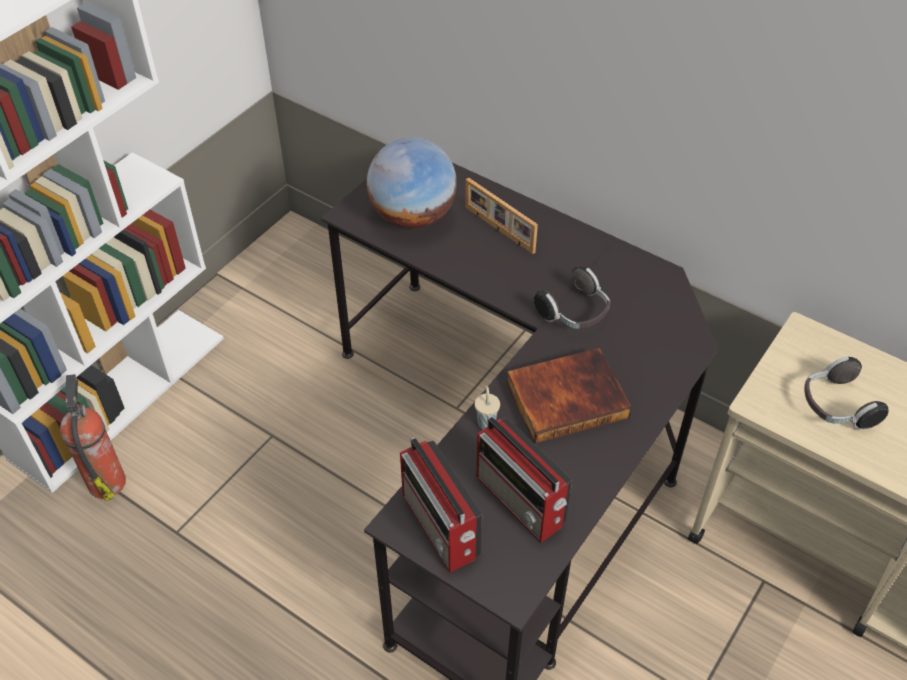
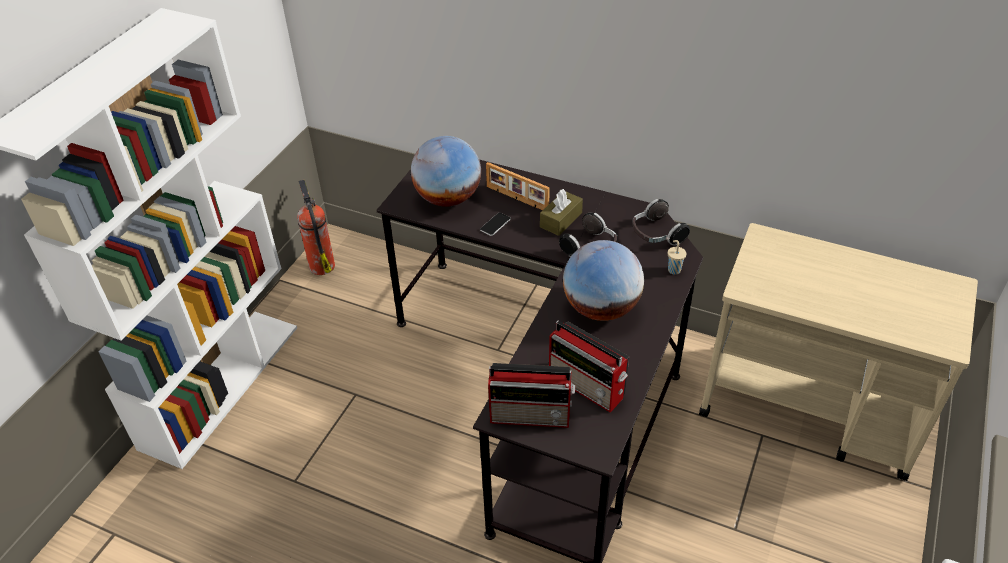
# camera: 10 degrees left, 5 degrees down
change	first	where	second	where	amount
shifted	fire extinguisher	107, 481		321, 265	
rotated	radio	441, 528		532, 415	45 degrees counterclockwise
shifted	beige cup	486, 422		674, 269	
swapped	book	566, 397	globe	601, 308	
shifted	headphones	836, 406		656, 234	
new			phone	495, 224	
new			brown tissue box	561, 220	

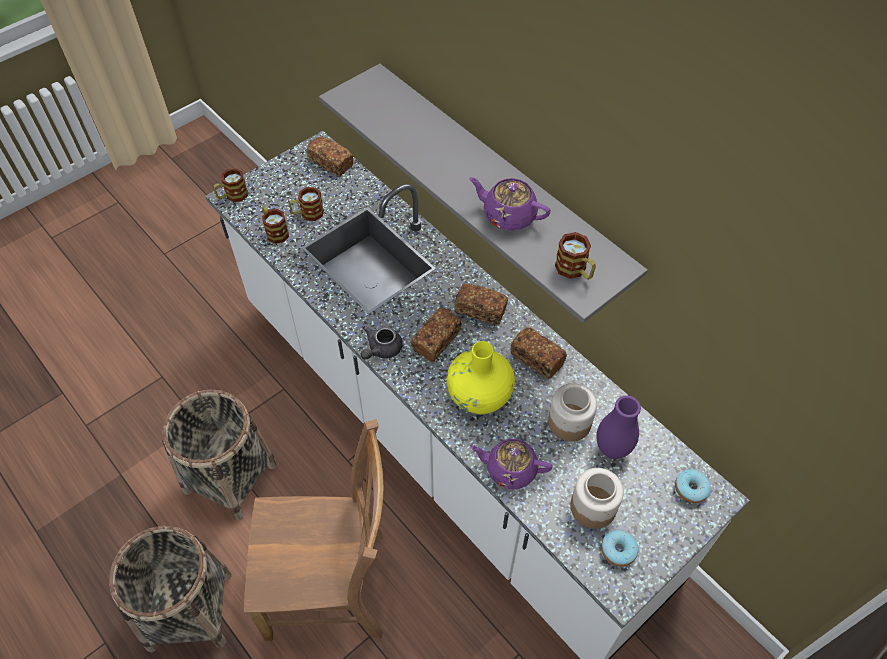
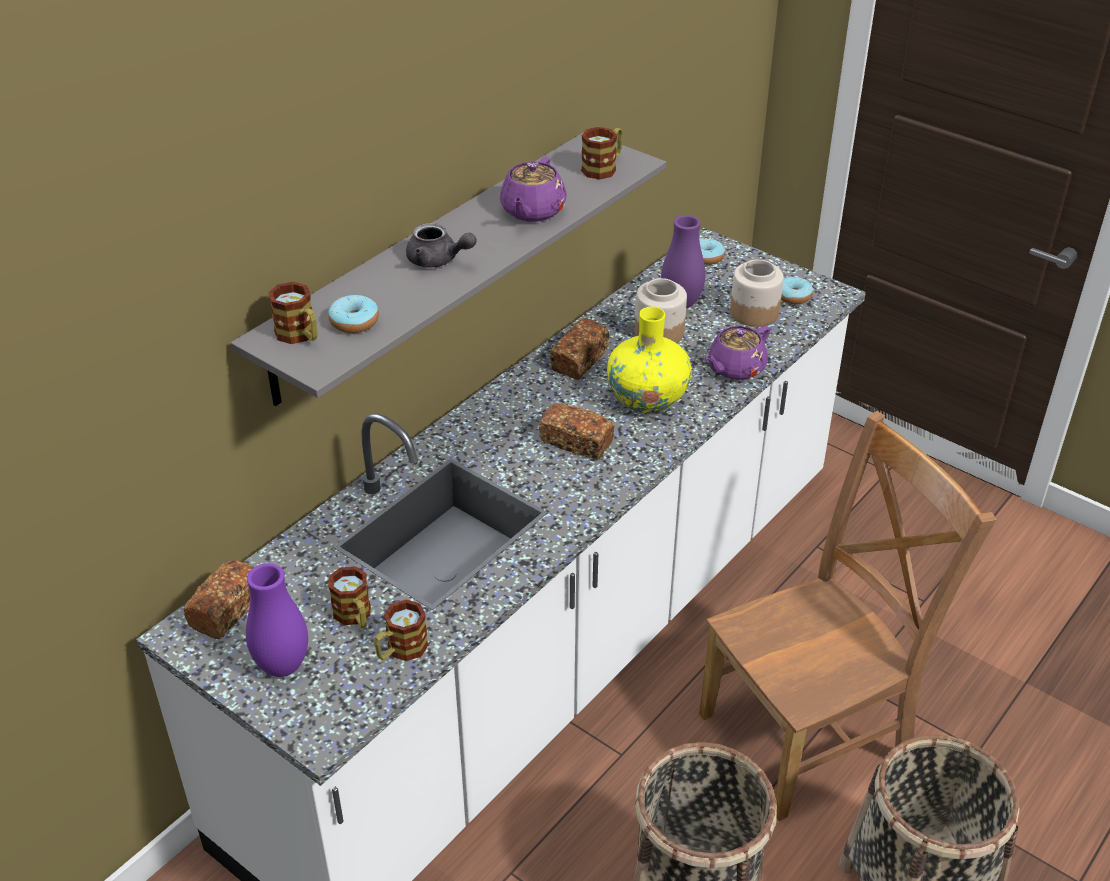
# camera: 100 degrees left, 15 degrees down
change	first	where	second	where	amount
shifted	mug	232, 196		300, 336	
rotated	brown chair	332, 586		811, 733	75 degrees clockwise
shifted	grey teapot	381, 349		438, 260	
gone	bread	481, 310			
rotated	purple teapot	510, 469		735, 368	45 degrees clockwise
new			purple vase	283, 666	
new			donut	354, 322	

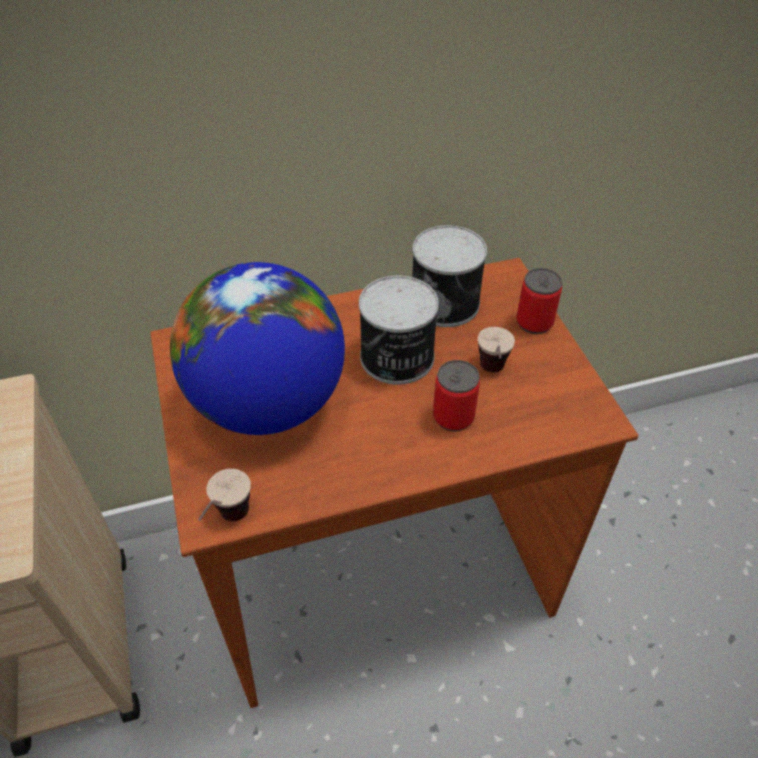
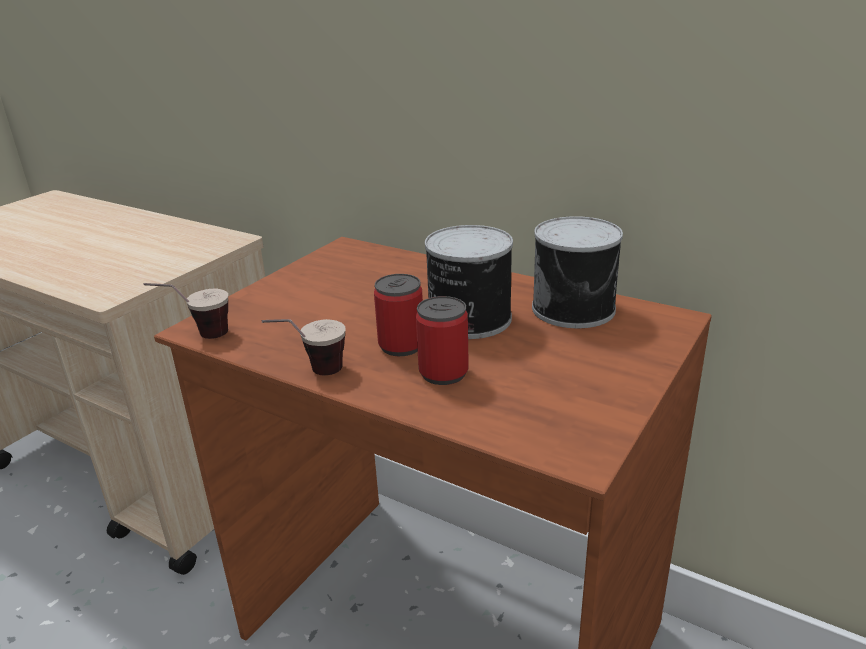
# camera: 50 degrees right, 20 degrees down
change	first	where	second	where	amount
gone	globe	268, 403			
shifted	cup	492, 375		311, 375	
shifted	can	534, 322		401, 346	

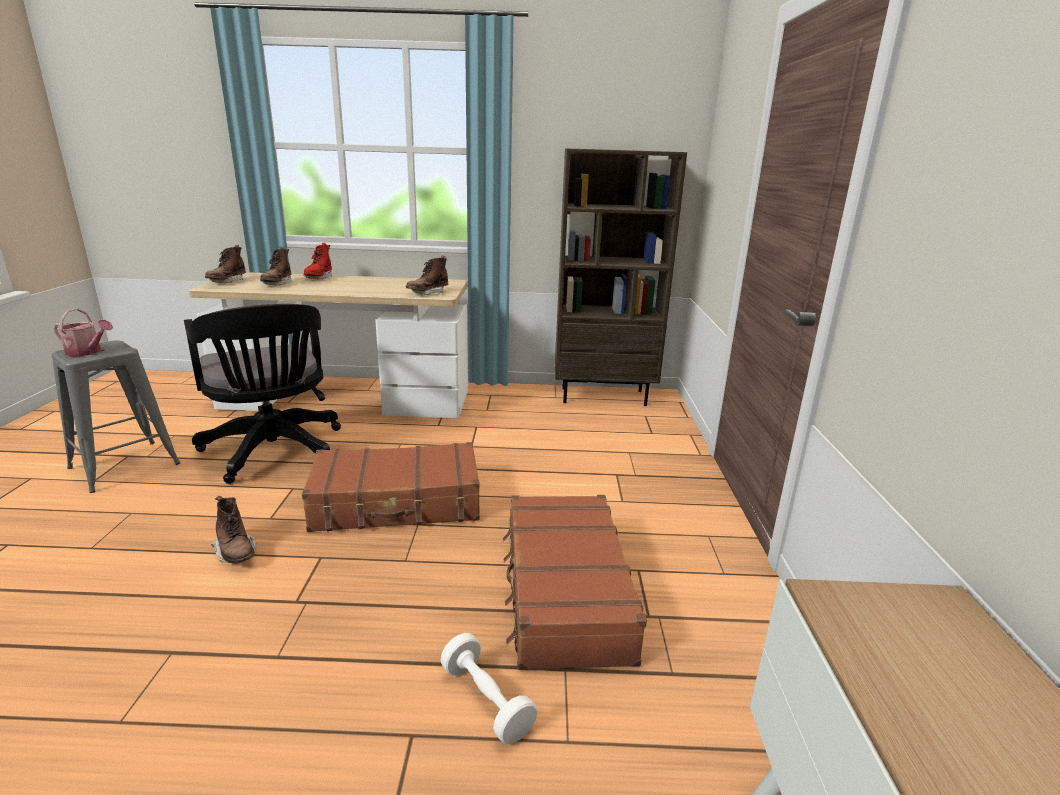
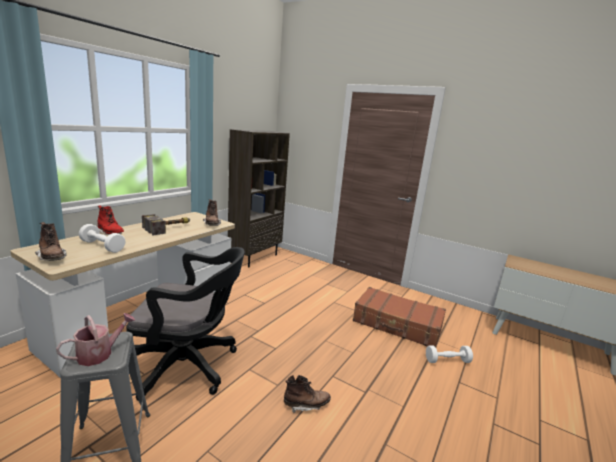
# camera: 60 degrees left, 5 degrees down
change	first	where	second	where	amount
swapped	brown boot	277, 284	white dumbbell	102, 246	
gone	brown suitcase	397, 503			
new			hammer	169, 228	

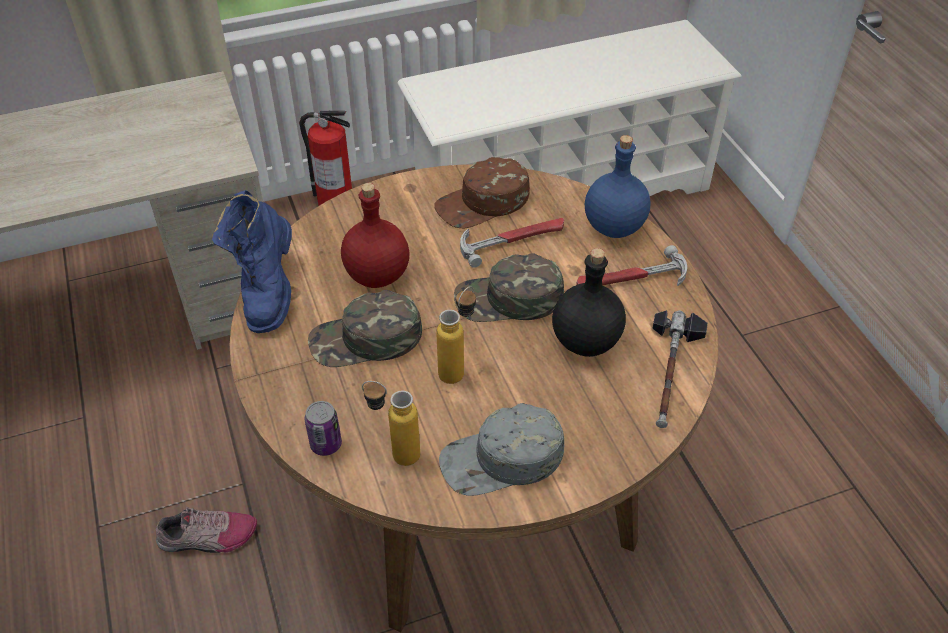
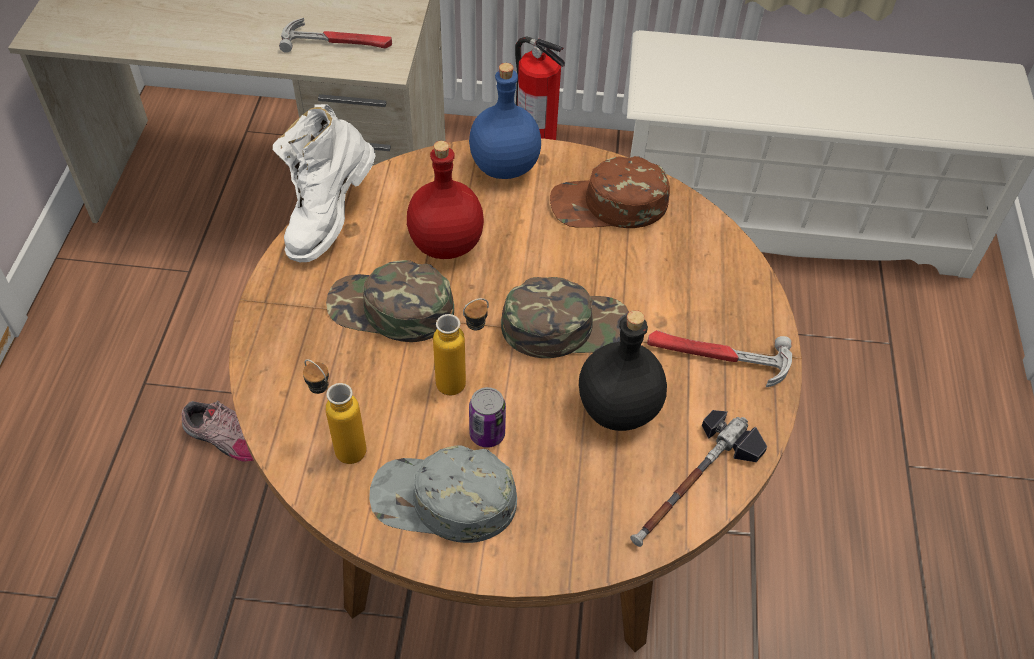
# camera: 25 degrees right, 5 degrees up
change	first	where	second	where	amount
repainted	blue boot	268, 292	white boot	329, 219	
shifted	can	326, 444		487, 434	
rotated	green cap	508, 299		565, 325	150 degrees clockwise
shifted	hammer	512, 240		338, 42	
shifted	blue bottle	613, 227		503, 166	

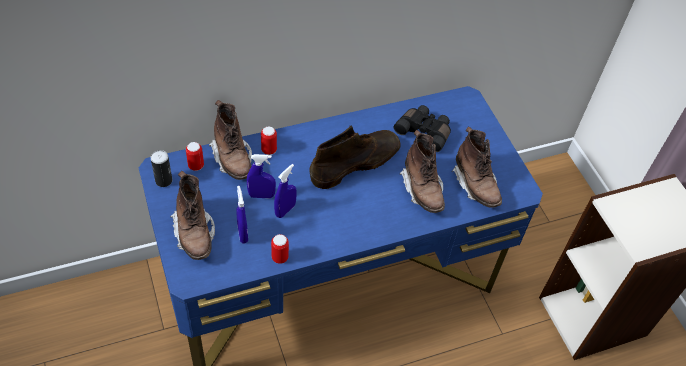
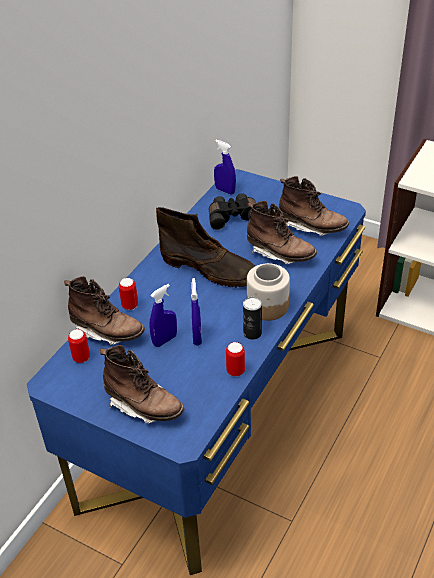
# camera: 35 degrees left, 10 degrees down
change	first	where	second	where	amount
shifted	can	163, 180		252, 333	
shifted	blue spray bottle	242, 233		225, 191	
rotated	brown boot	355, 163		210, 269	105 degrees clockwise
new			jar	267, 306	

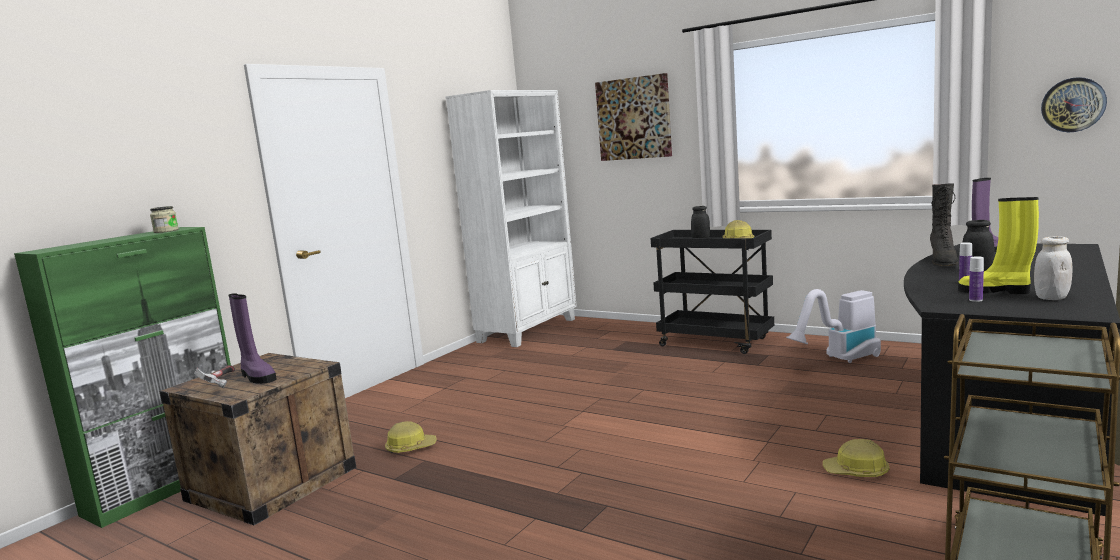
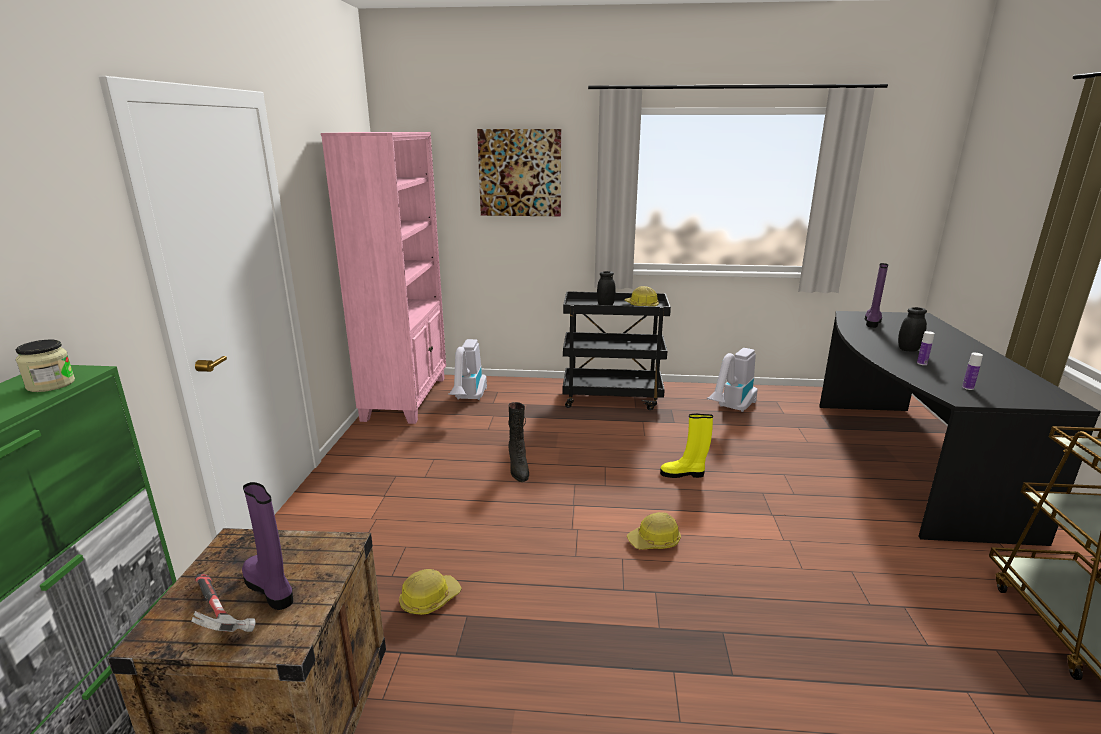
# camera: 30 degrees left, 10 degrees up
change	first	where	second	where	amount
rotated	purple boot	257, 377		270, 588	150 degrees counterclockwise
repainted	white bookcase	529, 330	pink bookcase	406, 398	
shifted	hard hat	856, 472		654, 541	
shifted	black boot	943, 261		518, 469	
shifted	yellow boot	995, 291		683, 474	
gone	white jar	1051, 298			
gone	wall clock	1073, 105			
new			vacuum cleaner	468, 400	

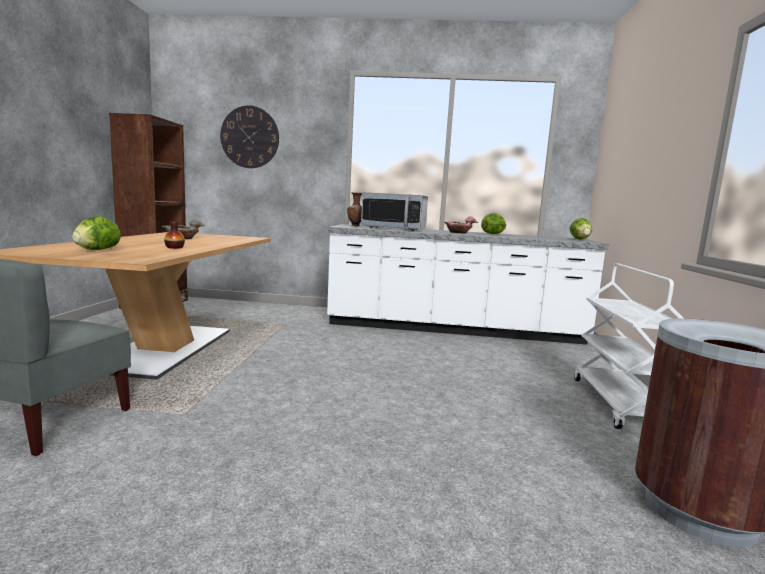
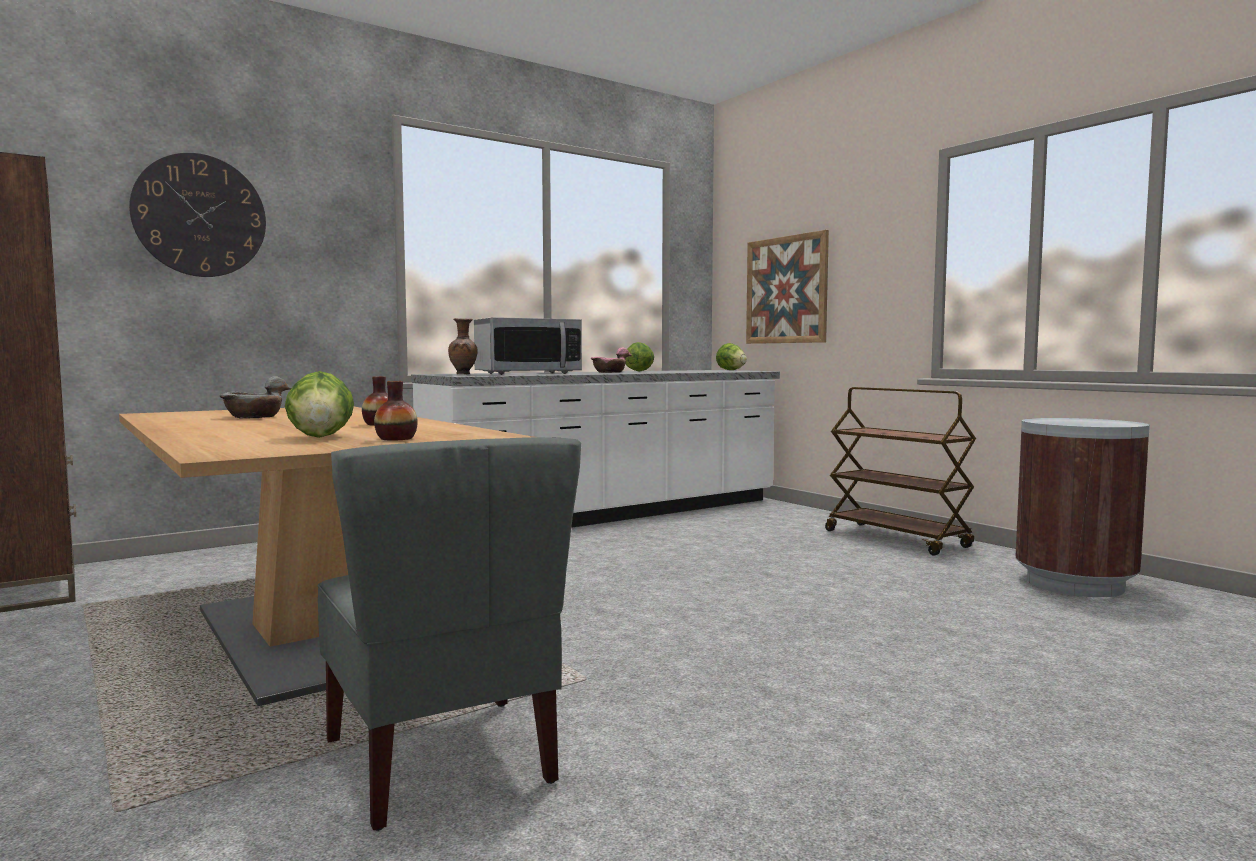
# camera: 40 degrees left, 5 degrees down
change	first	where	second	where	amount
repainted	white cart	619, 404	brown cart	897, 539	
new			vase	396, 439	
new			picture	786, 290	

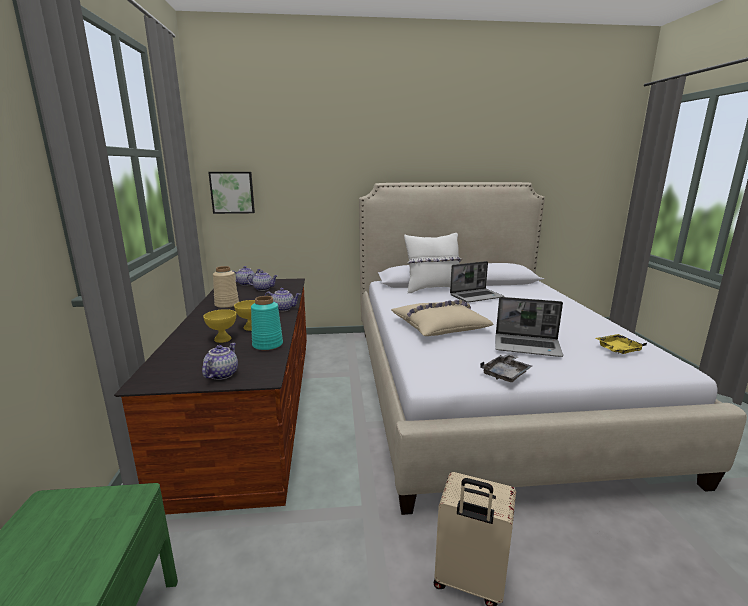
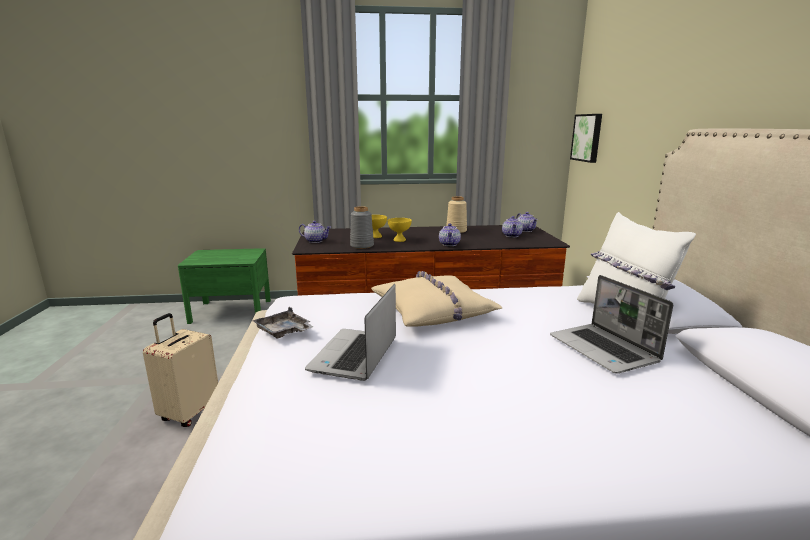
# camera: 90 degrees right, 0 degrees up
change	first	where	second	where	amount
repainted	turquoise vase	268, 345	grey vase	362, 246	
gone	yellow tray	617, 350			

